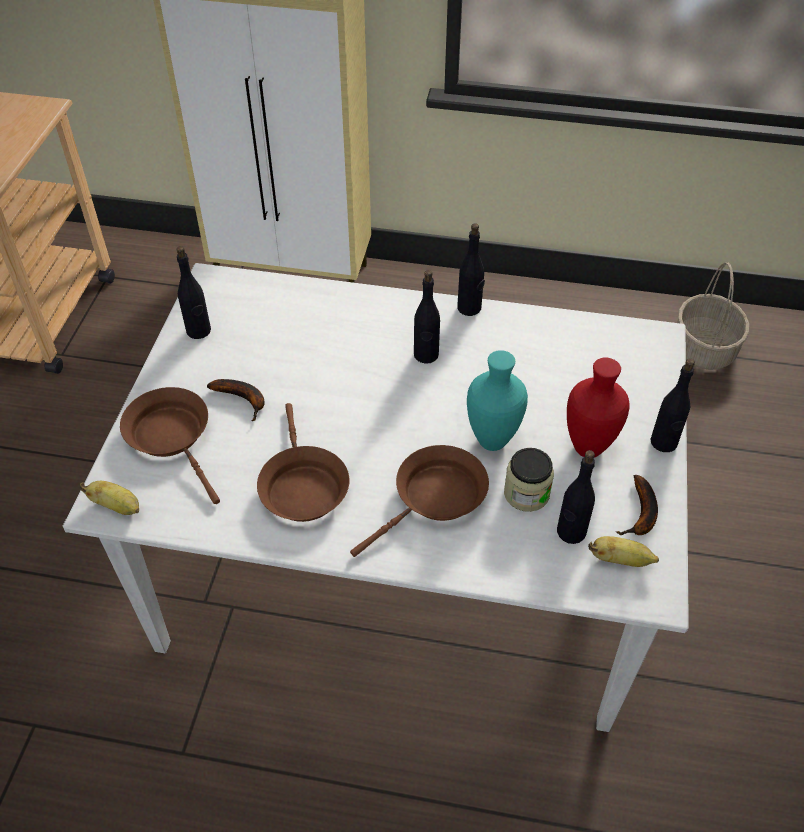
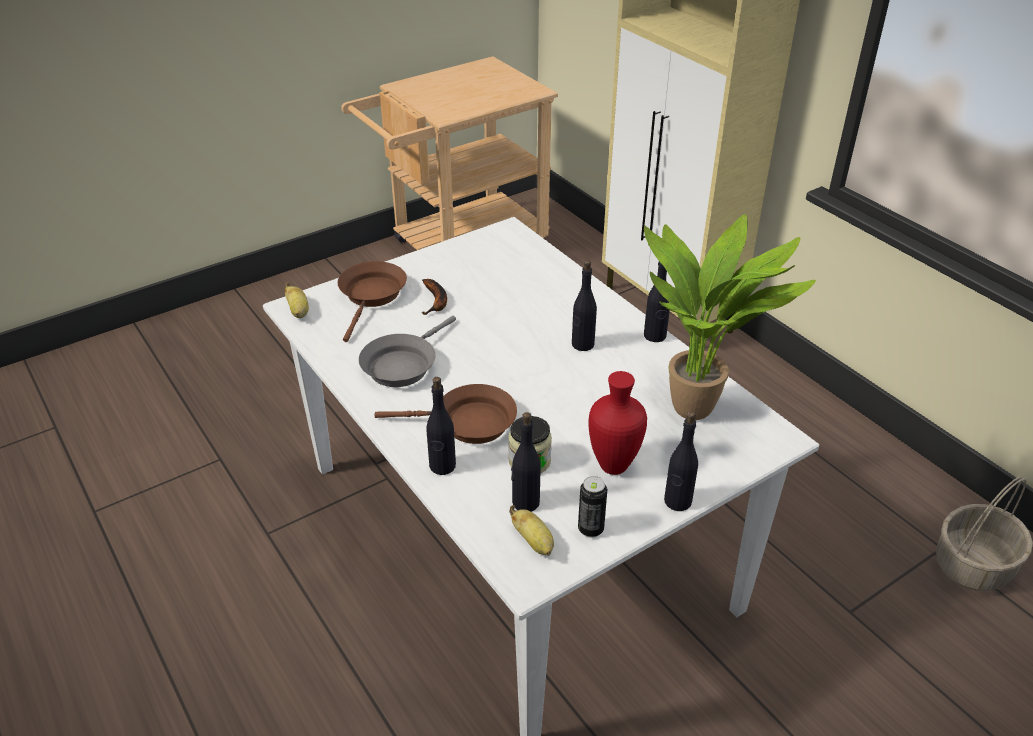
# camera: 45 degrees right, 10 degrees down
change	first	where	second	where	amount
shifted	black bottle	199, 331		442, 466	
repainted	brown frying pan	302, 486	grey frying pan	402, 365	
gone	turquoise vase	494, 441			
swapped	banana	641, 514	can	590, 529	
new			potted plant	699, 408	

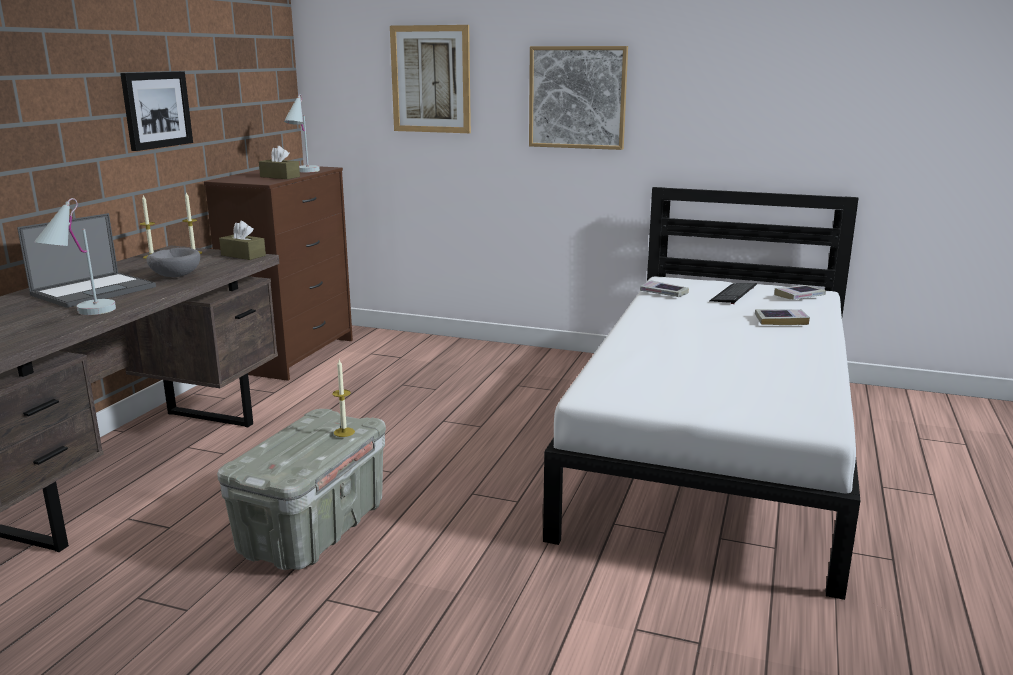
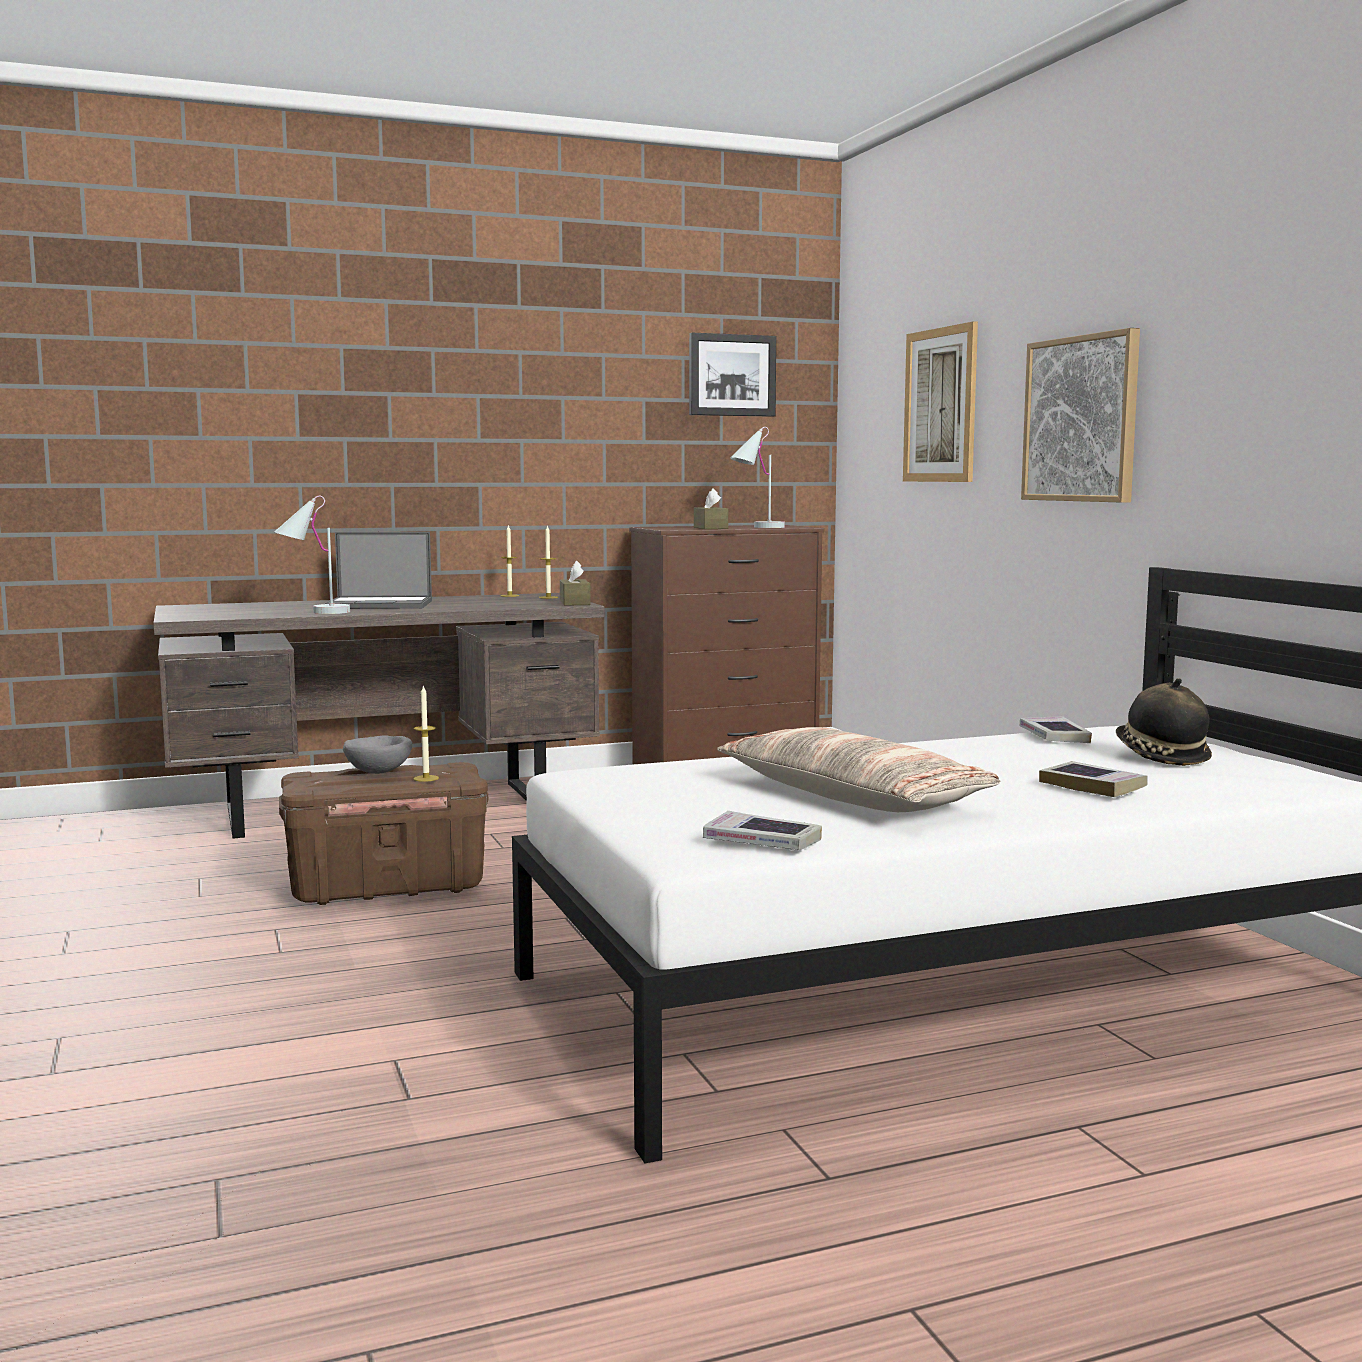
# camera: 50 degrees right, 10 degrees down
change	first	where	second	where	amount
shifted	picture	156, 109		731, 375	
shifted	grey bowl	175, 276		379, 772	
repainted	grey storage box	313, 528	brown storage box	388, 888	
swapped	keyboard	733, 294	hat	1160, 757	
shifted	book	799, 296		762, 842	
new			pillow	852, 796	

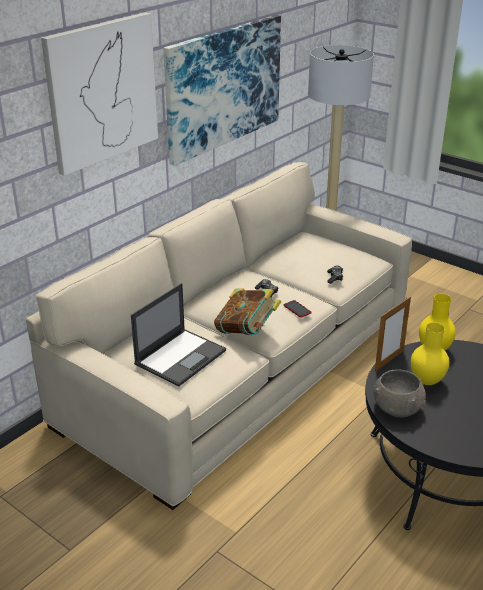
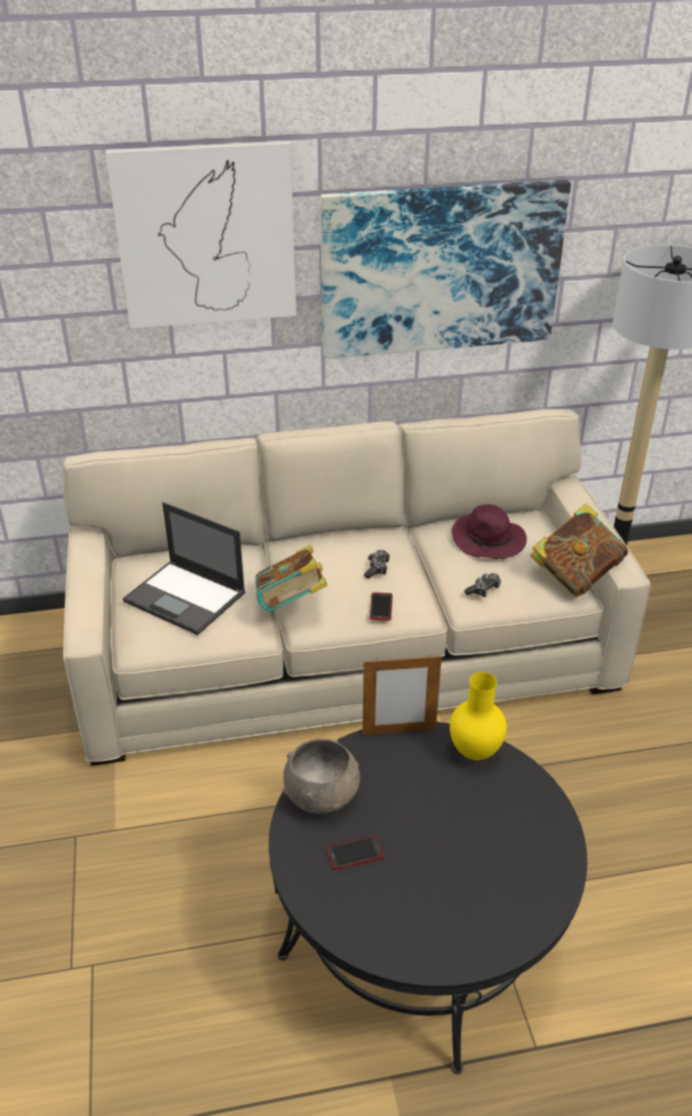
# camera: 40 degrees right, 5 degrees up
change	first	where	second	where	amount
rotated	laptop	181, 356		186, 597	45 degrees clockwise
gone	yellow vase	427, 381			
new			phone	355, 853	
new			purple hat	489, 541	
new			book	575, 575	

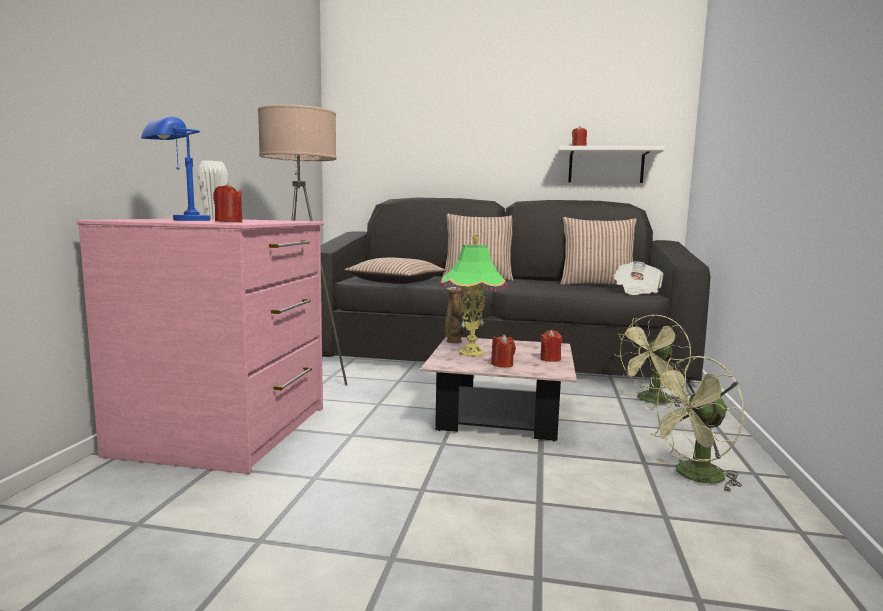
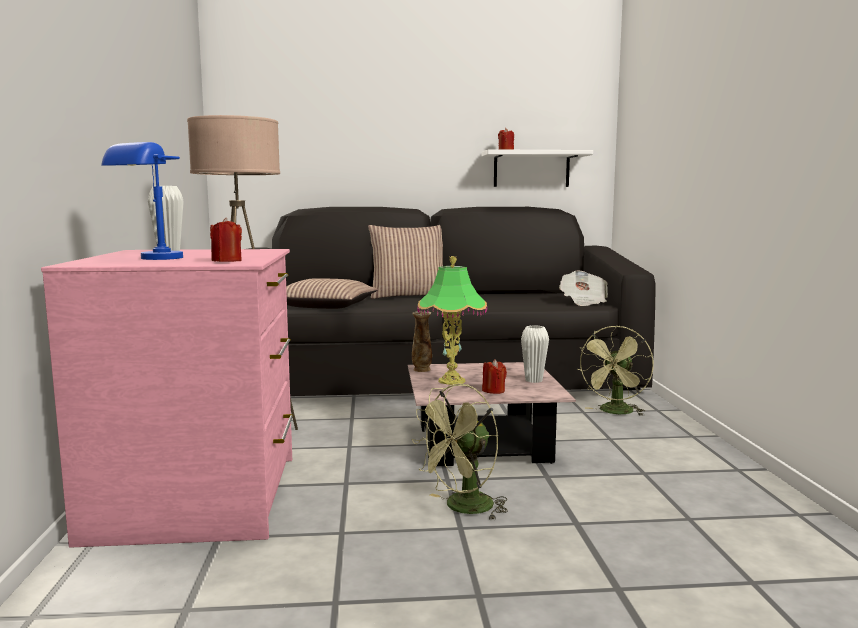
# camera: 15 degrees left, 0 degrees up
change	first	where	second	where	amount
swapped	red candle	550, 359	white vase	533, 380	
gone	pillow	596, 285			
shifted	green fan	693, 476		462, 508	

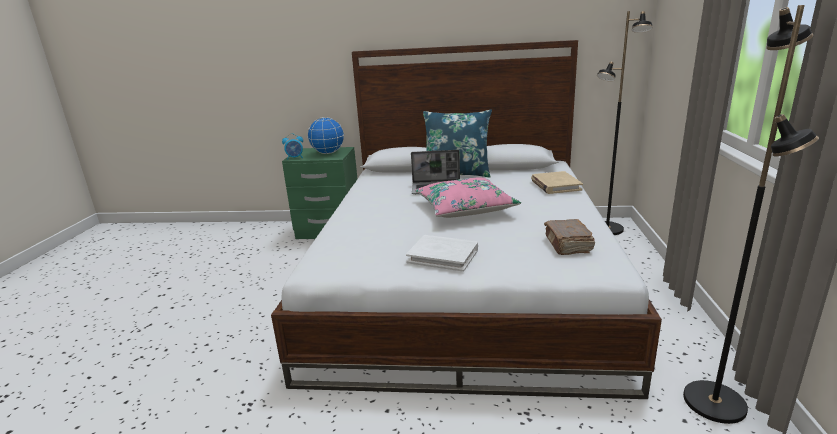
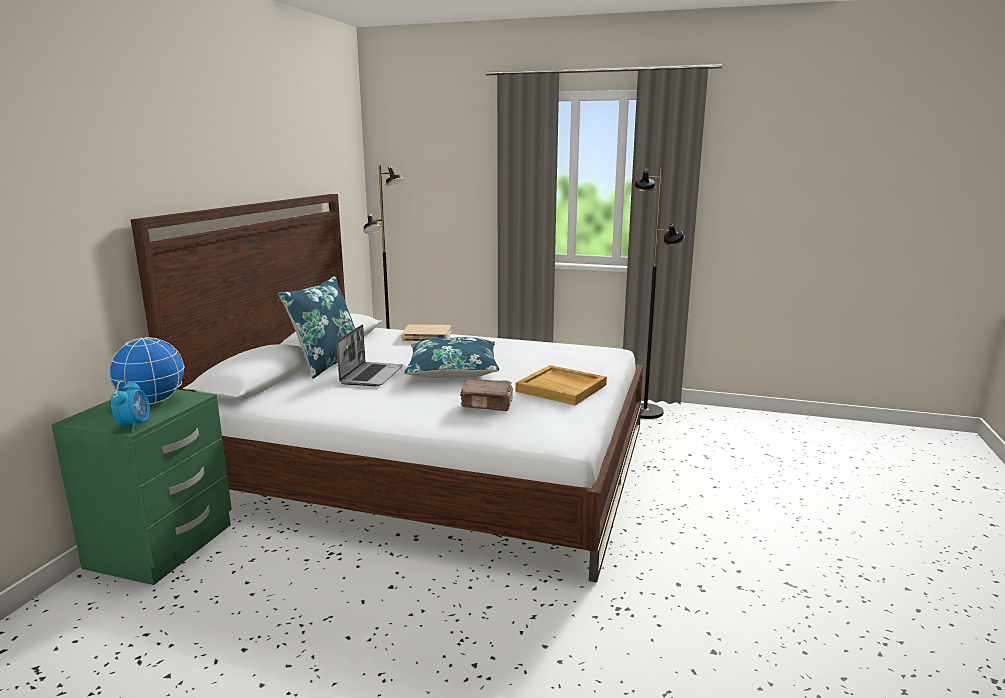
# camera: 80 degrees left, 5 degrees down
change	first	where	second	where	amount
swapped	white book	443, 256	beige tray	562, 388	
repainted	pink pillow	465, 208	blue pillow	452, 370	
shifted	brown book	567, 245		487, 404	

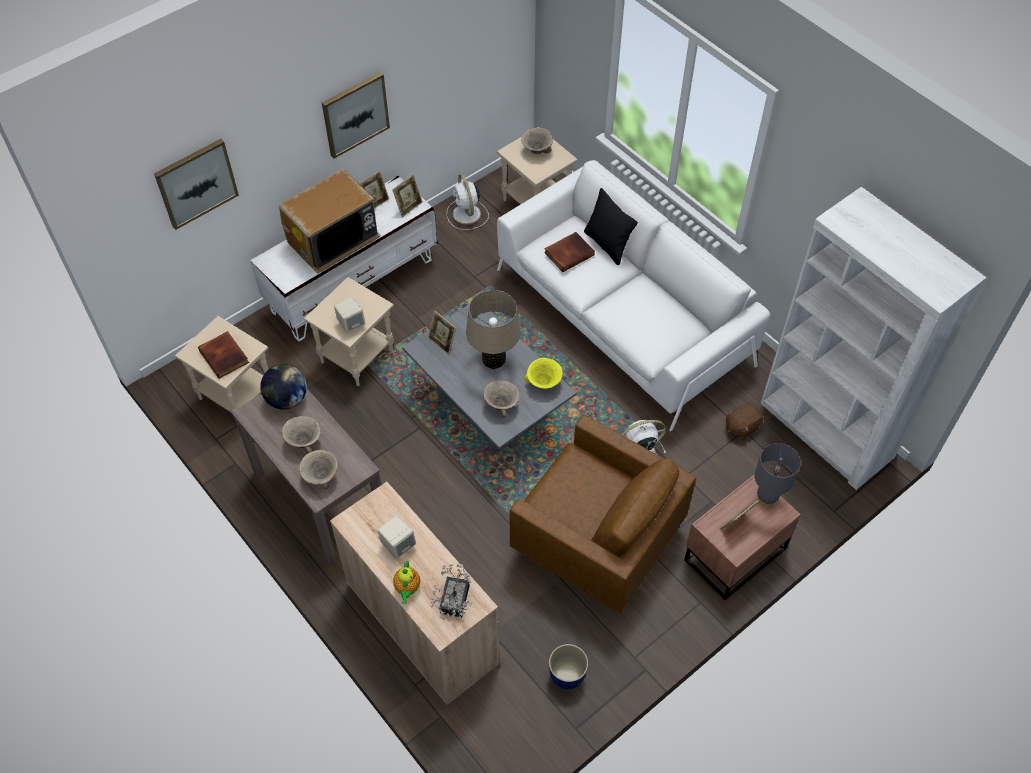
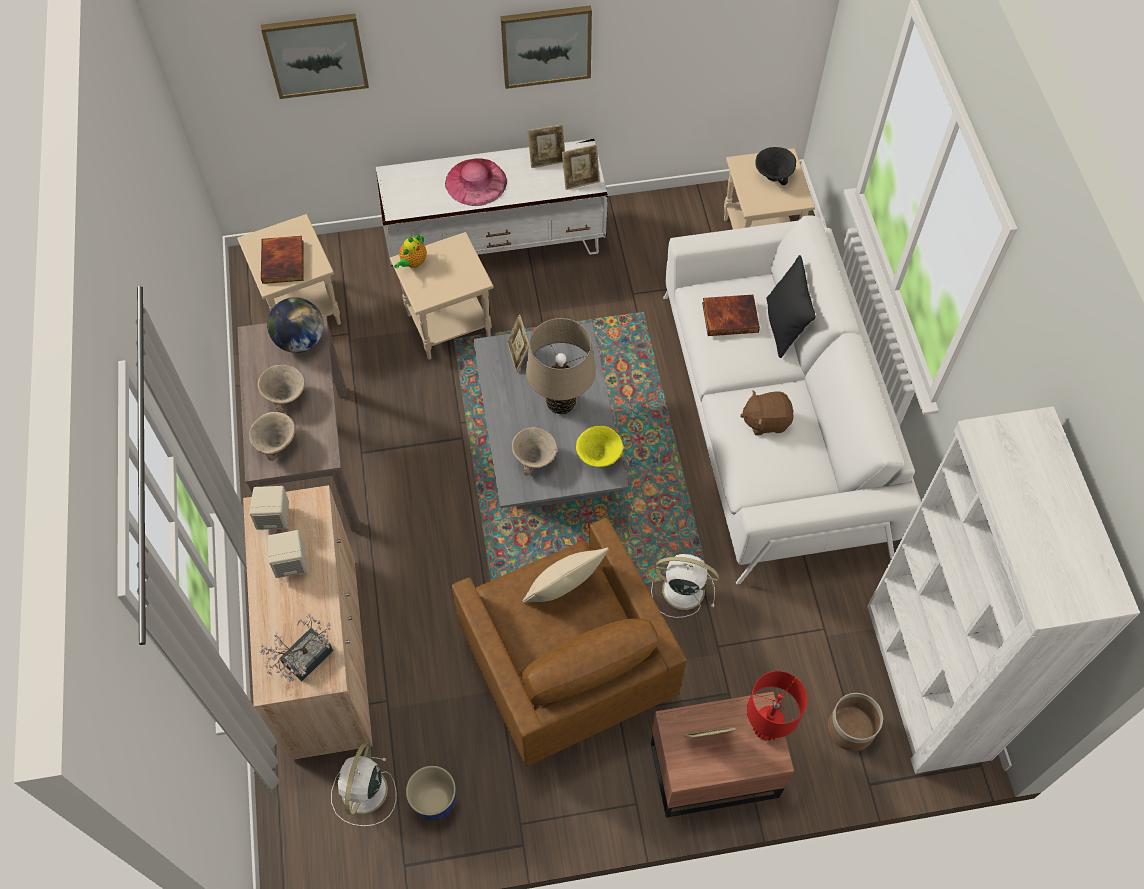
# camera: 30 degrees right, 5 degrees up
change	first	where	second	where	amount
swapped	television	333, 239	pink hat	476, 182	
shifted	beige speaker	351, 324		275, 517	
shifted	teapot	407, 588		413, 263	
shifted	white fan	467, 215		364, 793	
repainted	beige bowl	536, 151	black bowl	772, 177	
shifted	brown plush toy	741, 427		766, 420	
repainted	grey table lamp	767, 497	red table lamp	766, 729	
new			beige pillow	564, 590	
new			planter	851, 729	

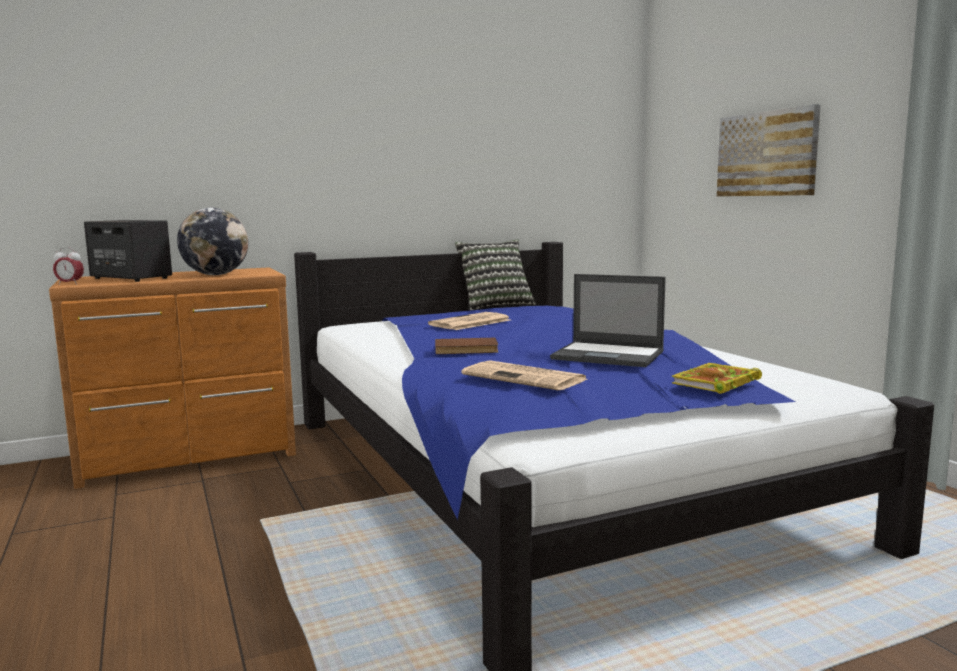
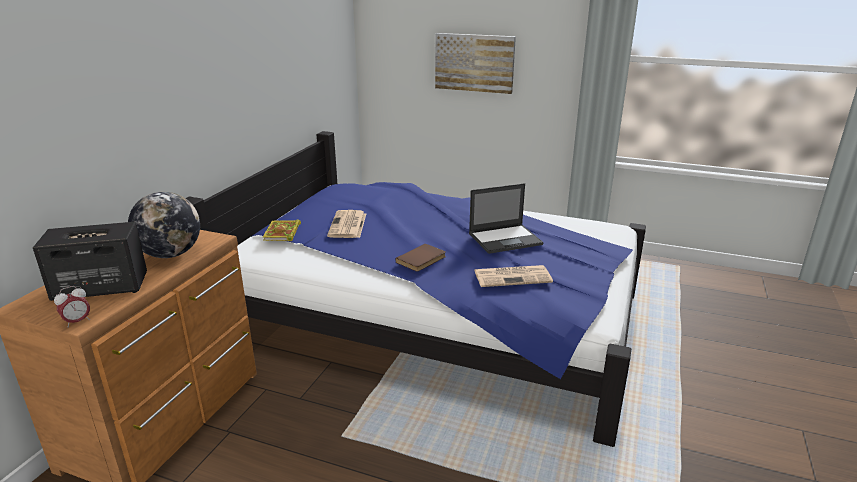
# camera: 45 degrees left, 15 degrees up
change	first	where	second	where	amount
gone	pillow	495, 305			
shifted	book	716, 383		282, 233	

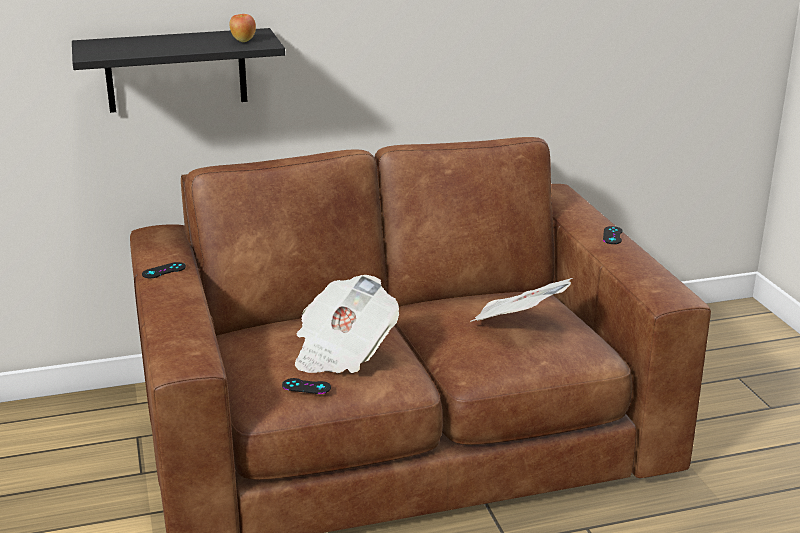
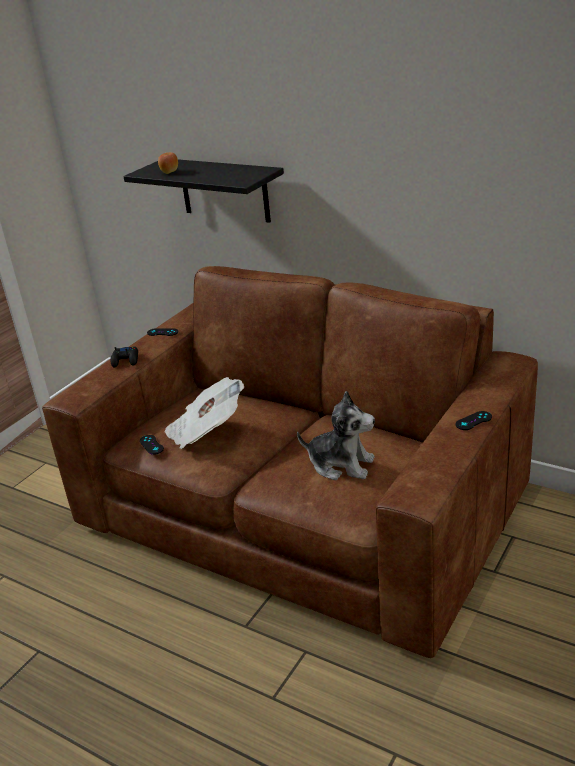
# camera: 50 degrees right, 5 degrees up
change	first	where	second	where	amount
shifted	apple	243, 40		169, 172	
swapped	newspaper	518, 324	plush toy	341, 464	
new			black game controller	126, 360	

